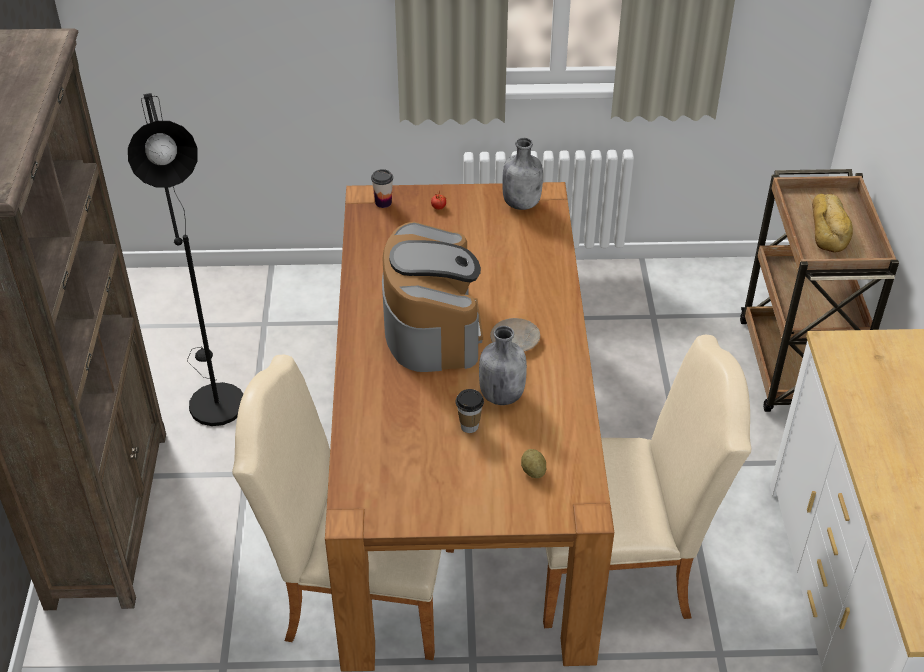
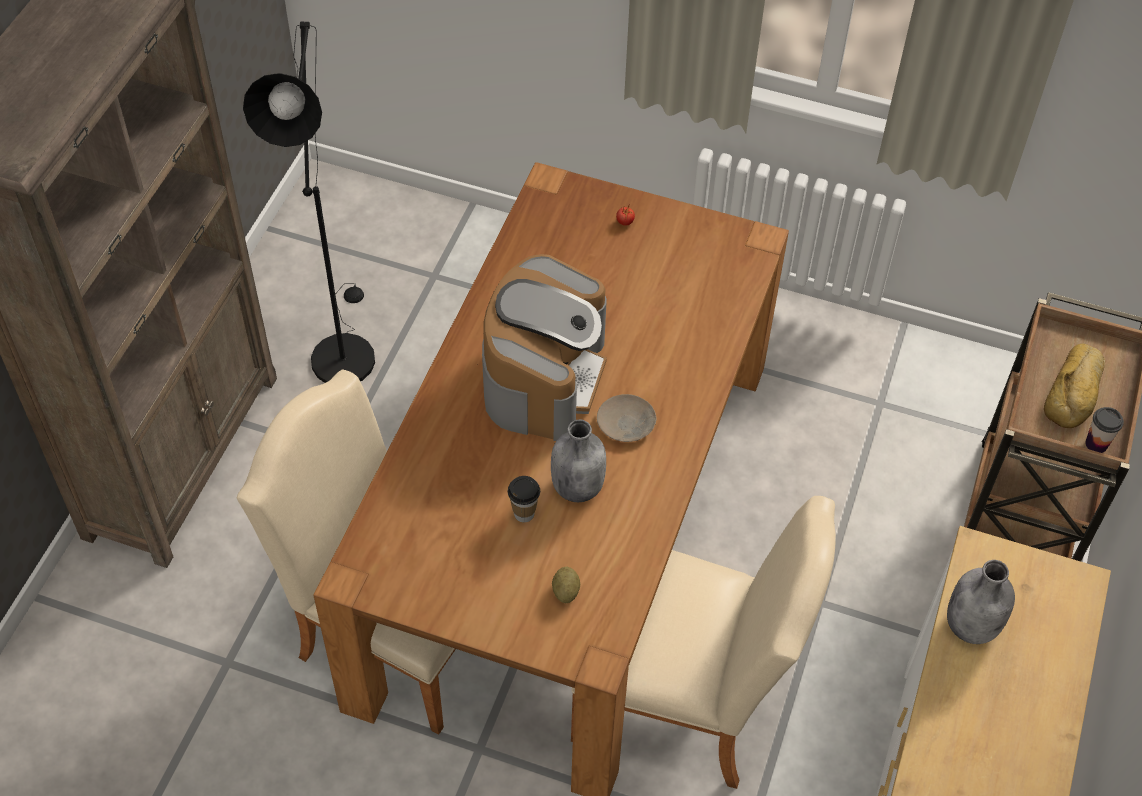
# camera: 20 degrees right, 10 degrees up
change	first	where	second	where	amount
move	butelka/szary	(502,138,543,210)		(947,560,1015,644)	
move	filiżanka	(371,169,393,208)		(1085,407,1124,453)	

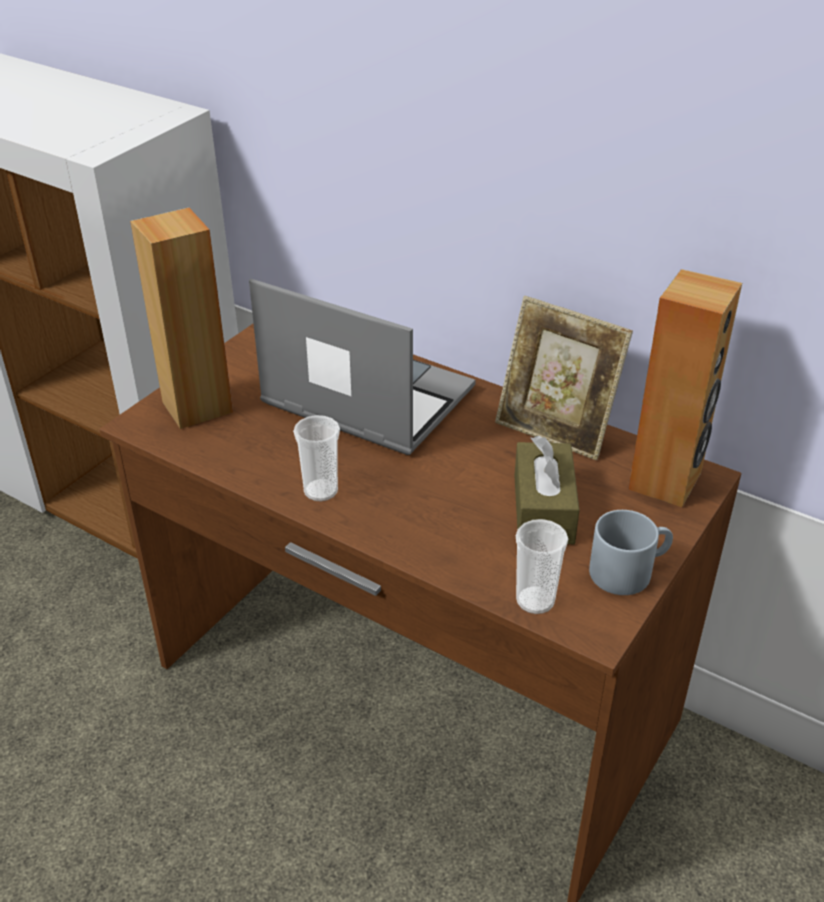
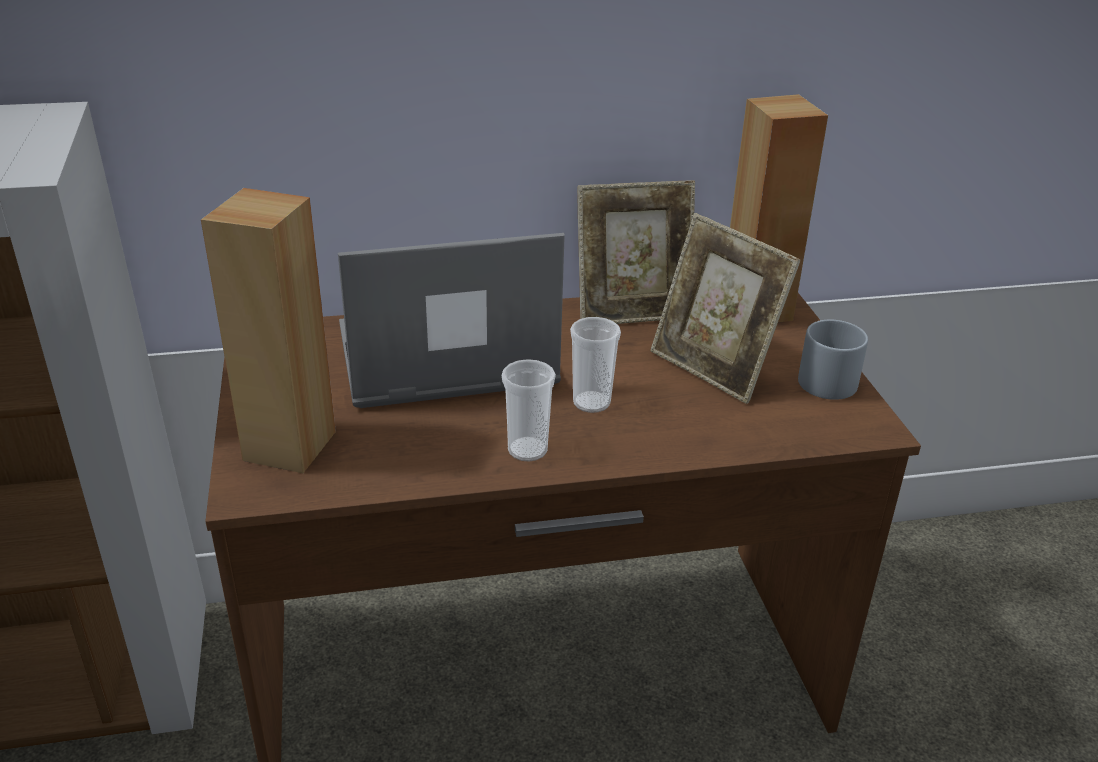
# camera: 45 degrees left, 5 degrees down
change	first	where	second	where	amount
replace	pudełko chusteczek/brązowy	(514,436,580,544)	ramka na zdjęcie	(650,213,801,404)	
move	filiżanka	(516,519,568,614)		(570,317,621,413)	

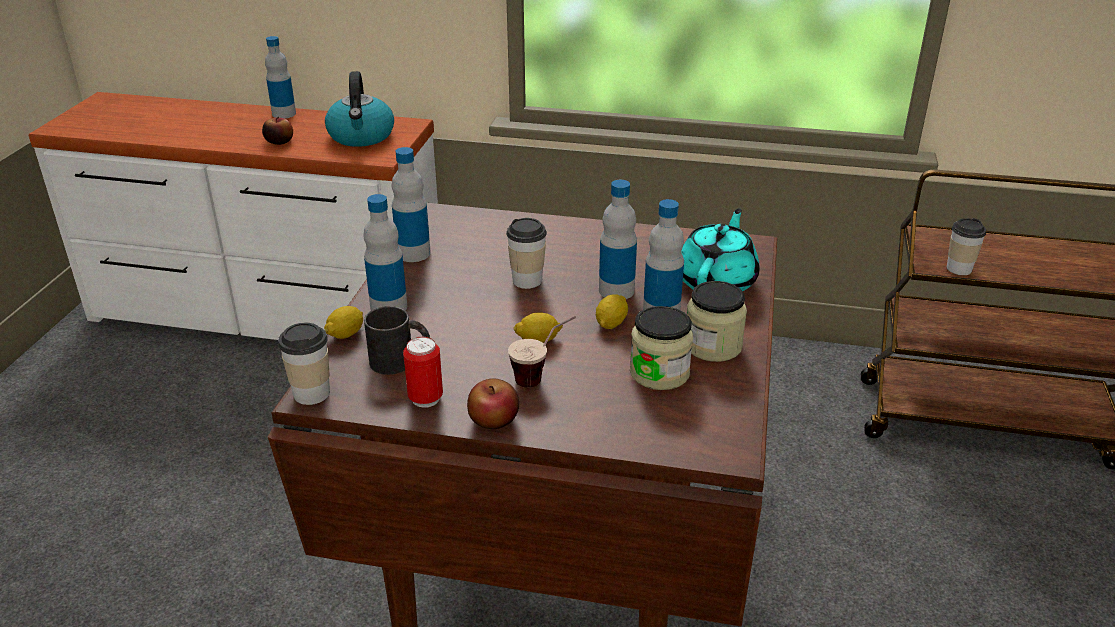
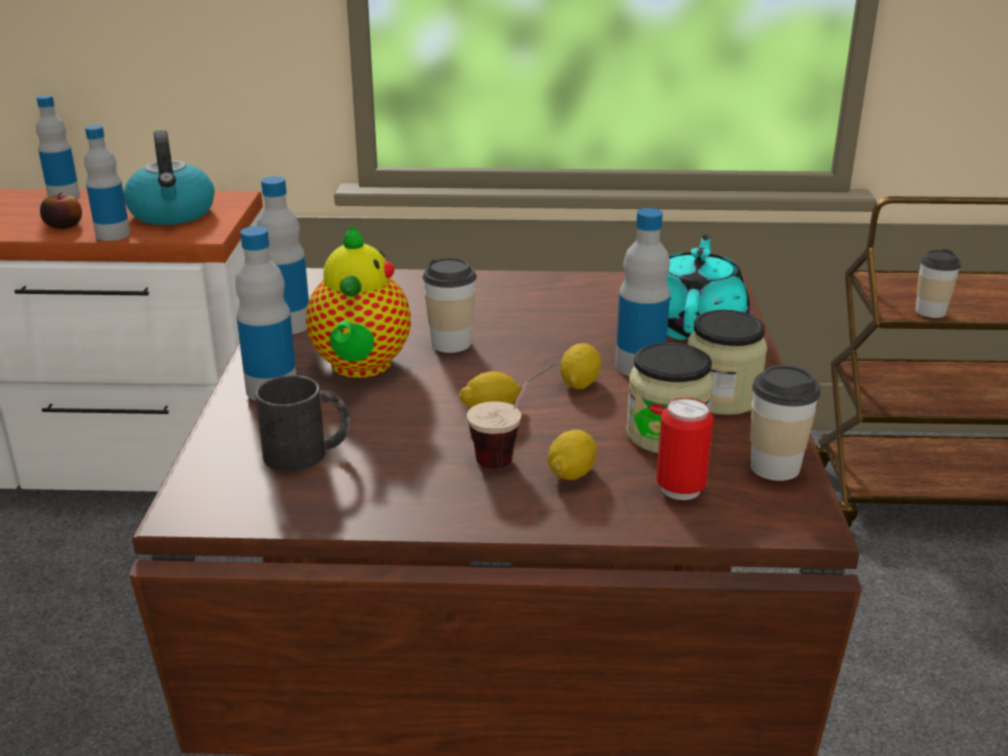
# camera: 10 degrees left, 5 degrees down
change	first	where	second	where	amount
move	butelka	(599,180,637,299)		(84,125,130,241)	
move	cytryna	(324,306,363,339)		(548,430,597,480)	
move	filiżanka	(278,323,330,405)		(750,365,820,481)	
move	puszka	(403,337,443,408)		(656,398,713,500)	
delete	jabłko	(467,378,519,429)			
insert			imbryk	(306,225,411,378)	

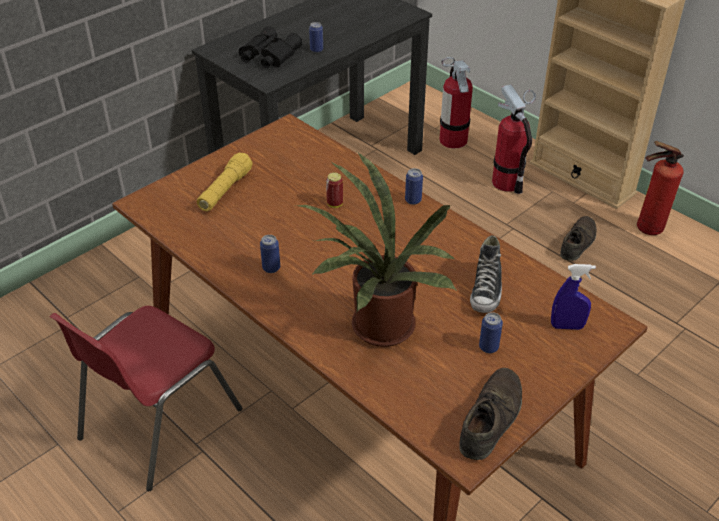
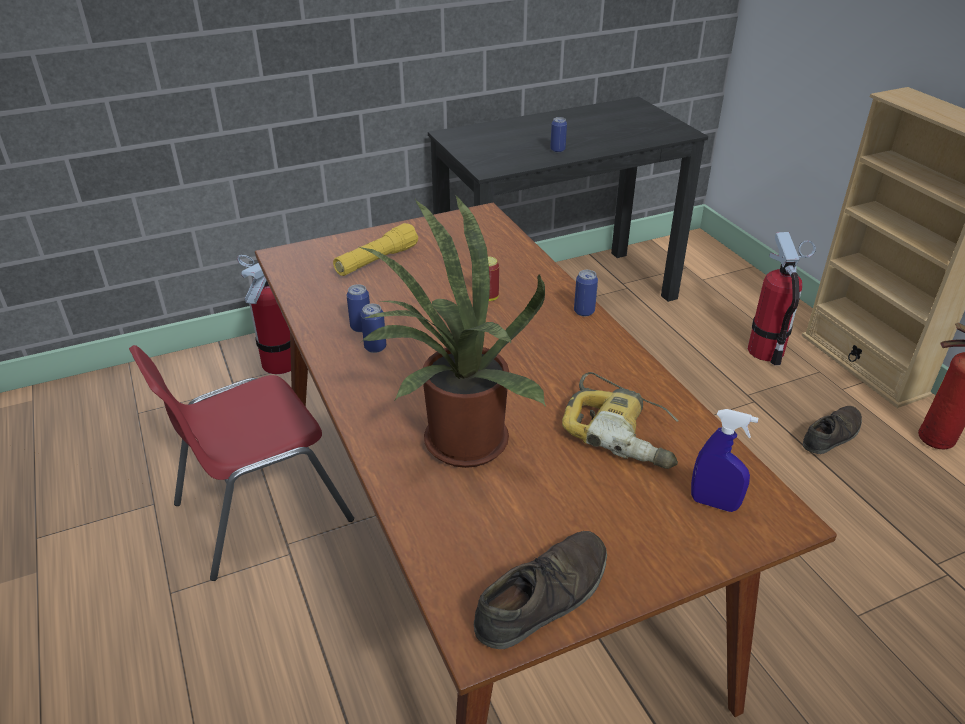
# camera: 20 degrees right, 5 degrees down
change	first	where	second	where	amount
delete	lornetka/czarny	(239,26,302,68)			
move	gaśnica	(439,57,473,149)		(237,255,291,374)	
replace	but	(470,235,502,313)	wiertarka	(562,372,679,469)	
move	puszka	(479,312,503,353)		(347,284,370,332)	

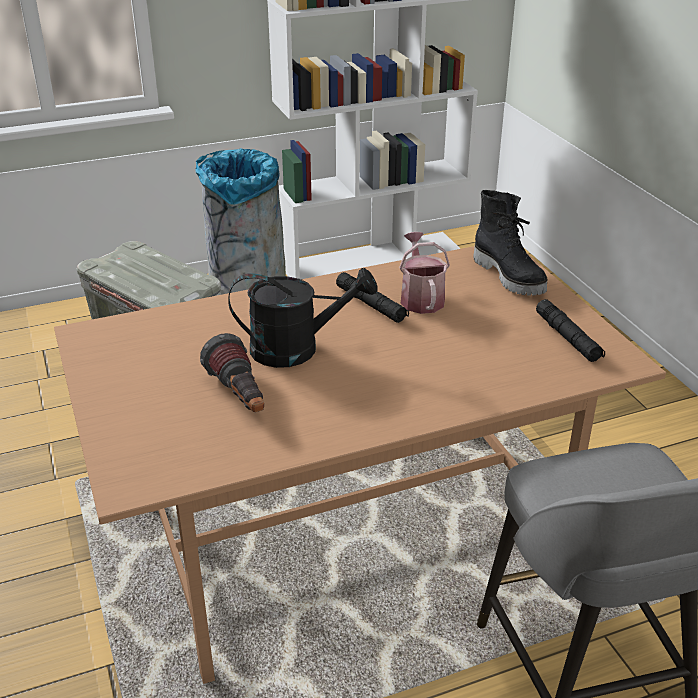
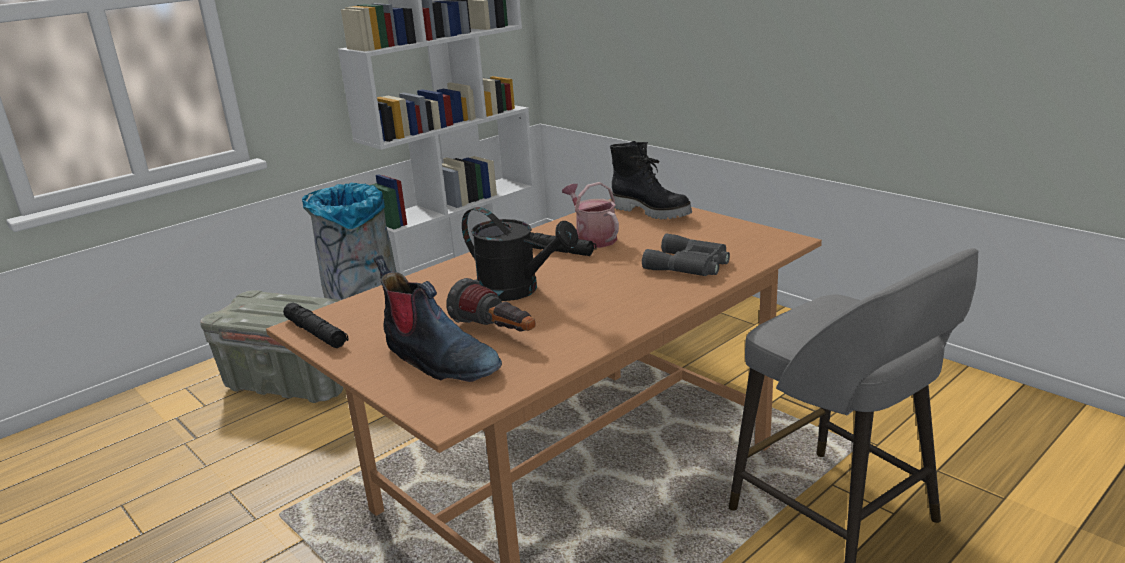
# camera: 20 degrees left, 10 degrees down
change	first	where	second	where	amount
rotate	konewka/czarny	(228,268,377,368)		(462,207,579,301)	60 degrees clockwise
move	latarka/czarny	(536,299,605,362)		(283,302,349,348)	
insert			lornetka/szary	(642,234,730,276)	
insert			but z cholewką	(373,255,502,382)	

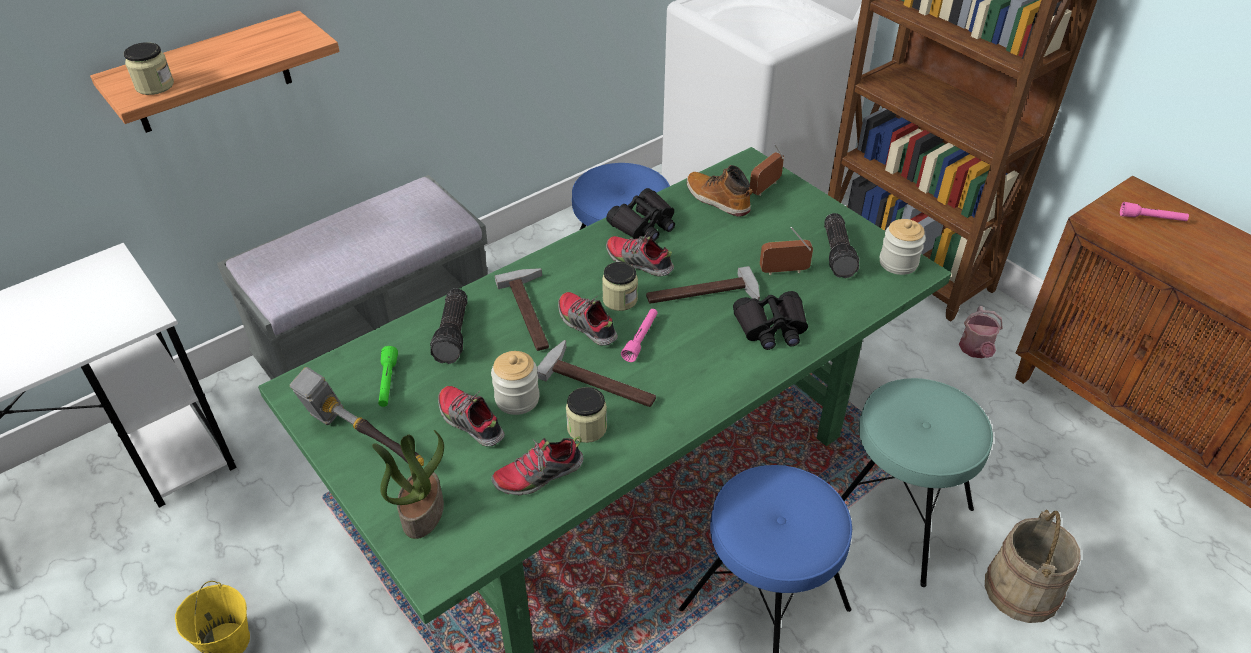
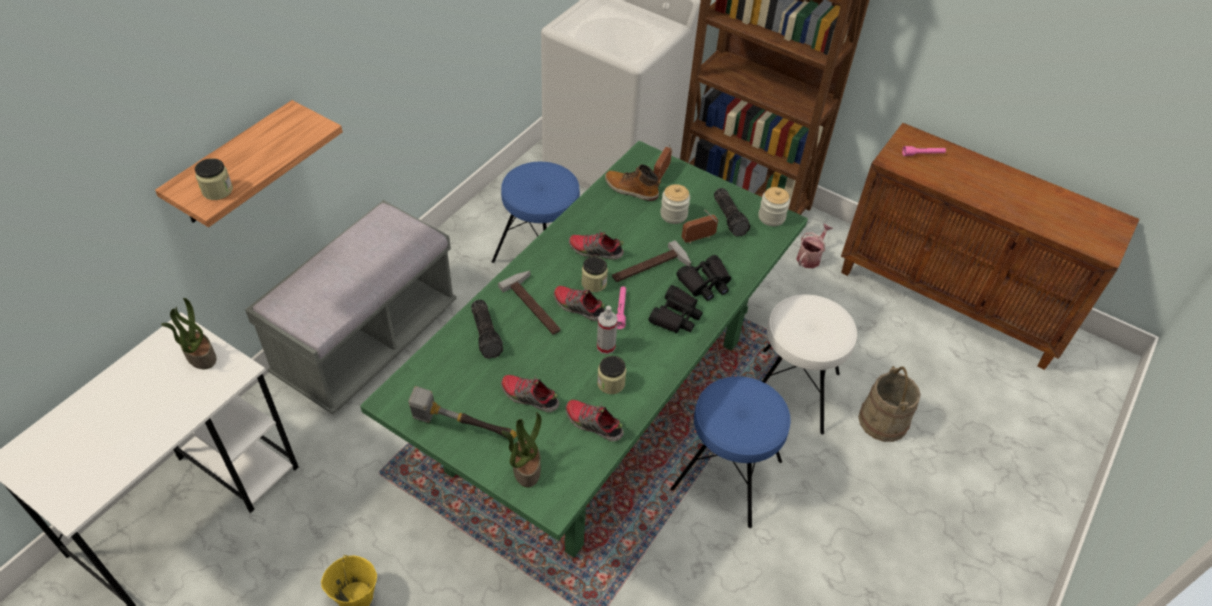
# camera: 20 degrees left, 5 degrees up
change	first	where	second	where	amount
move	lornetka/czarny	(606,188,675,241)		(648,285,703,333)	
rotate	konewka	(959,306,1003,358)		(796,223,833,268)	135 degrees counterclockwise
replace	młotek	(537,340,656,407)	spryskiwacz	(597,306,618,354)	
delete	latarka/zielony	(378,346,398,407)			
move	słoik	(491,351,540,415)		(660,184,690,224)	
recolor	stołek/turkusowy	(841,378,993,587)	stołek/biały	(762,295,857,435)	
rotate	but	(491,436,583,495)		(565,400,624,441)	75 degrees clockwise
insert			roślina doniczkowa	(161,298,216,369)	

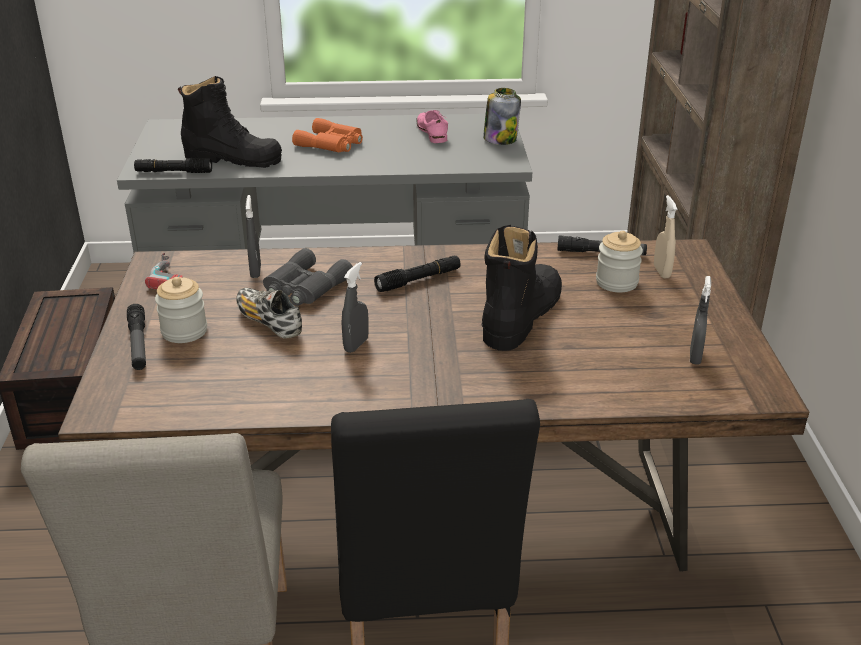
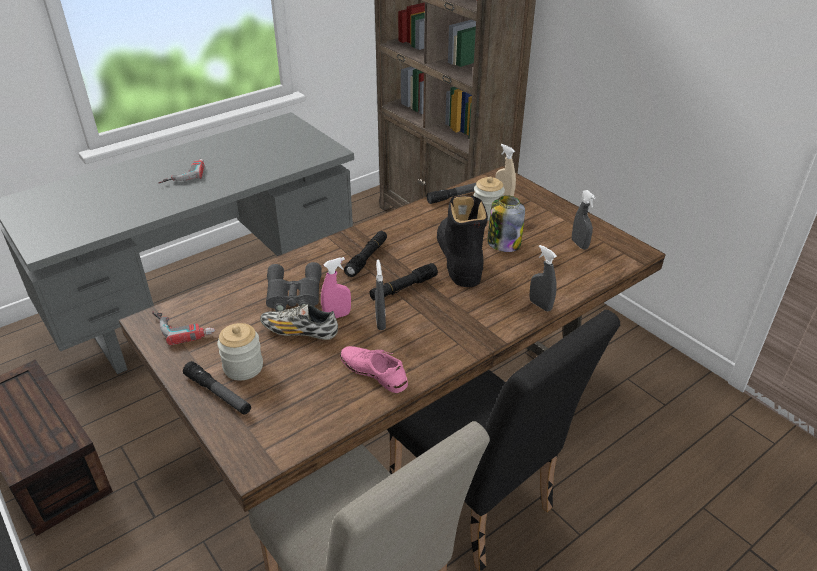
# camera: 35 degrees left, 5 degrees up
change	first	where	second	where	amount
delete	but z cholewką/czarny	(178,76,282,168)			
move	słoik	(483,88,521,145)		(487,195,525,252)	
move	but/różowy	(416,110,448,143)		(340,346,408,393)	
replace	lornetka/pomarańczowy	(292,118,363,152)	wiertarka	(158,159,204,183)	
move	latarka/czarny	(134,158,212,173)		(369,263,438,301)	
move	spryskiwacz/szary	(246,195,261,278)		(530,245,557,311)	
insert			spryskiwacz/różowy	(321,257,351,318)	

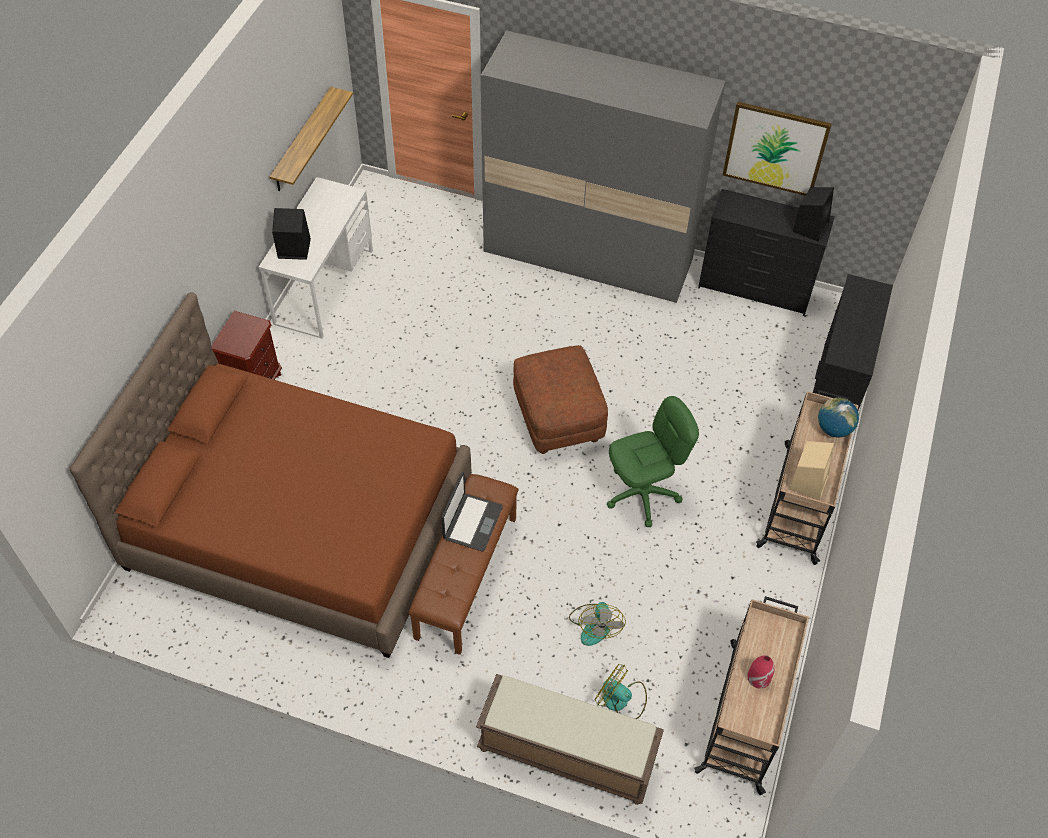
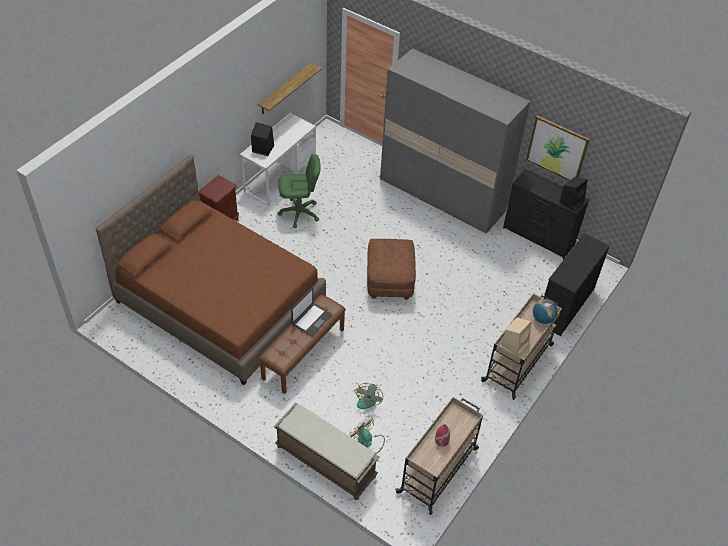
# camera: 15 degrees right, 5 degrees down
change	first	where	second	where	amount
move	krzesło biurowe/zielony	(607,396,699,527)		(278,154,321,228)	

